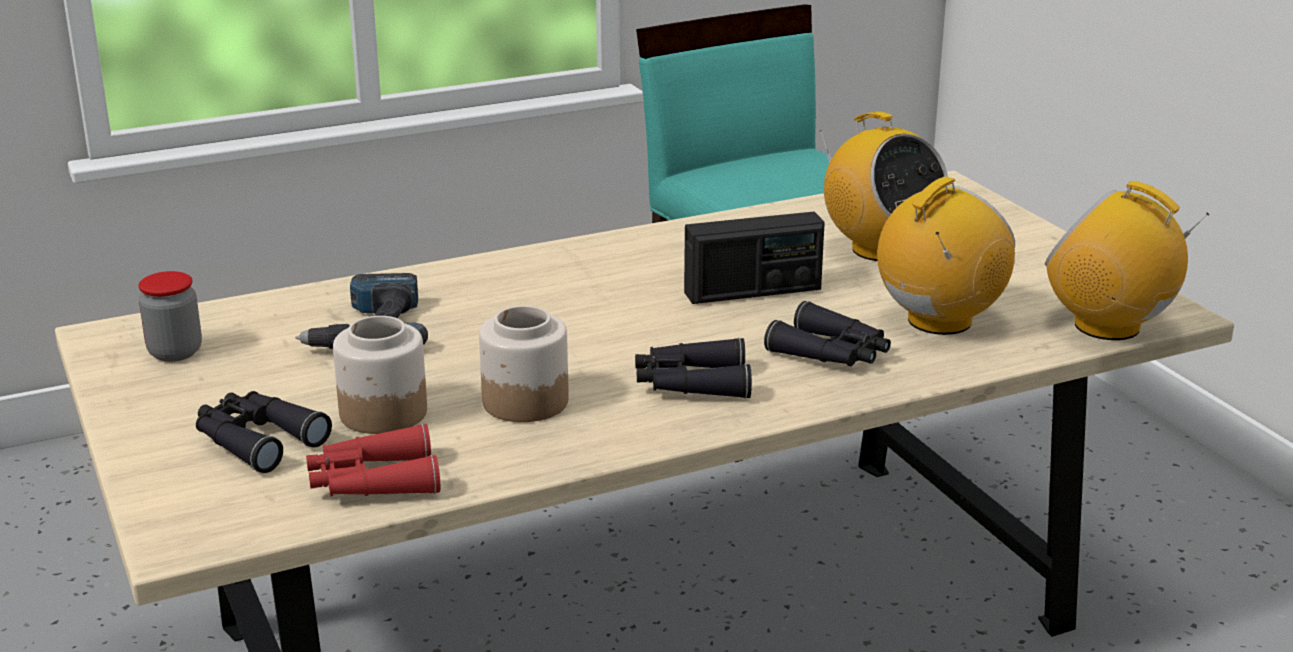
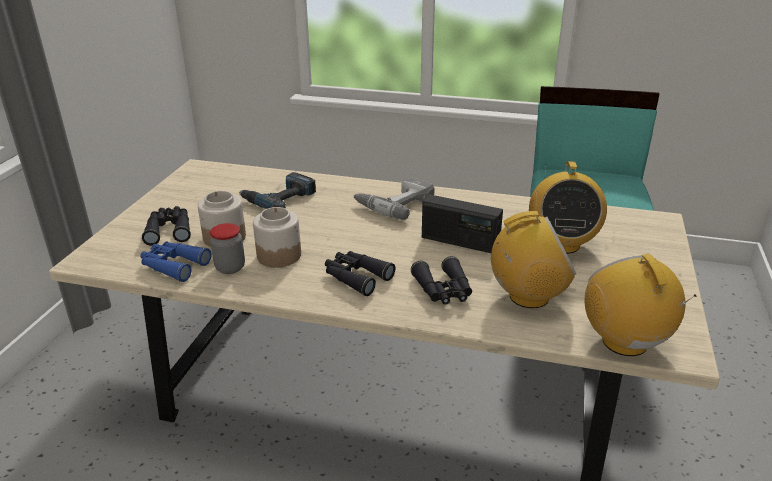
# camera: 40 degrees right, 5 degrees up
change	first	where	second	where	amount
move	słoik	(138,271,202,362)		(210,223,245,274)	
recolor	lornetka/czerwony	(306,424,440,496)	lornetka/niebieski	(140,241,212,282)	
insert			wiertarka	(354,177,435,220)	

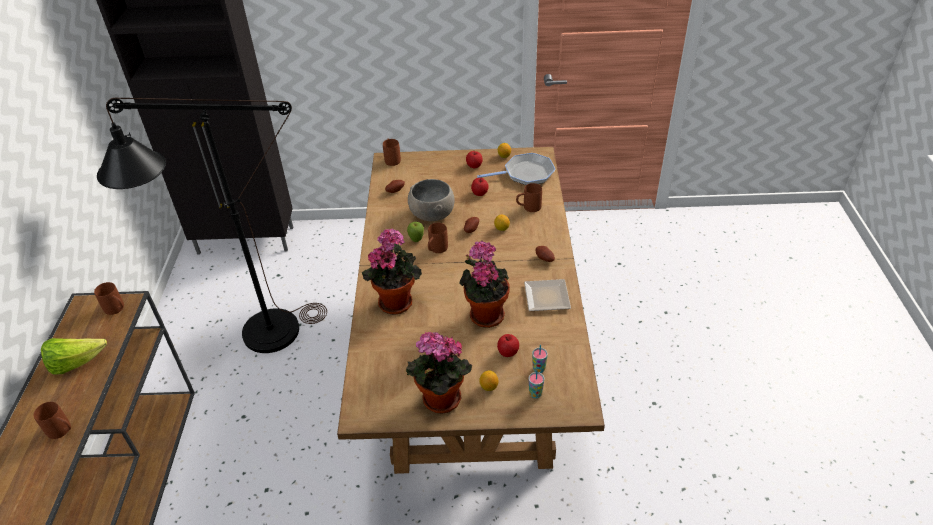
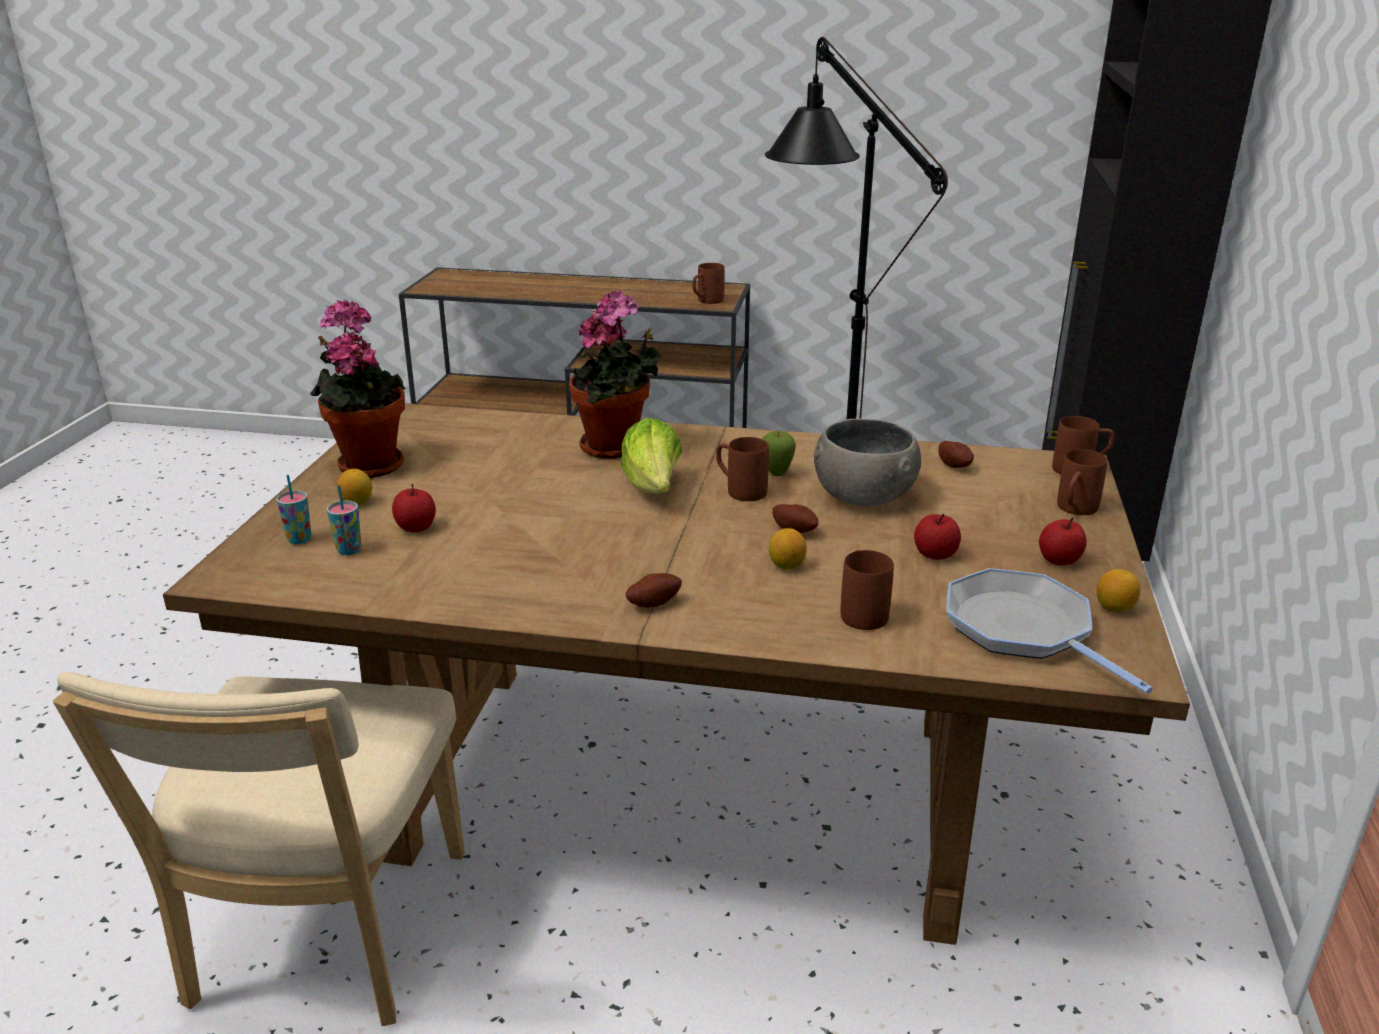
# camera: 100 degrees right, 15 degrees down
change	first	where	second	where	amount
rotate	patelnia	(477,153,555,185)		(947,568,1153,694)	150 degrees clockwise
delete	roślina doniczkowa	(460,241,510,328)			
delete	talerz	(524,279,571,311)			
move	sałata	(41,338,107,375)		(620,418,682,493)	
move	kubek/brązowy	(34,402,71,439)		(1057,449,1108,515)	
insert			krzesło/beżowy	(53,672,465,1026)	

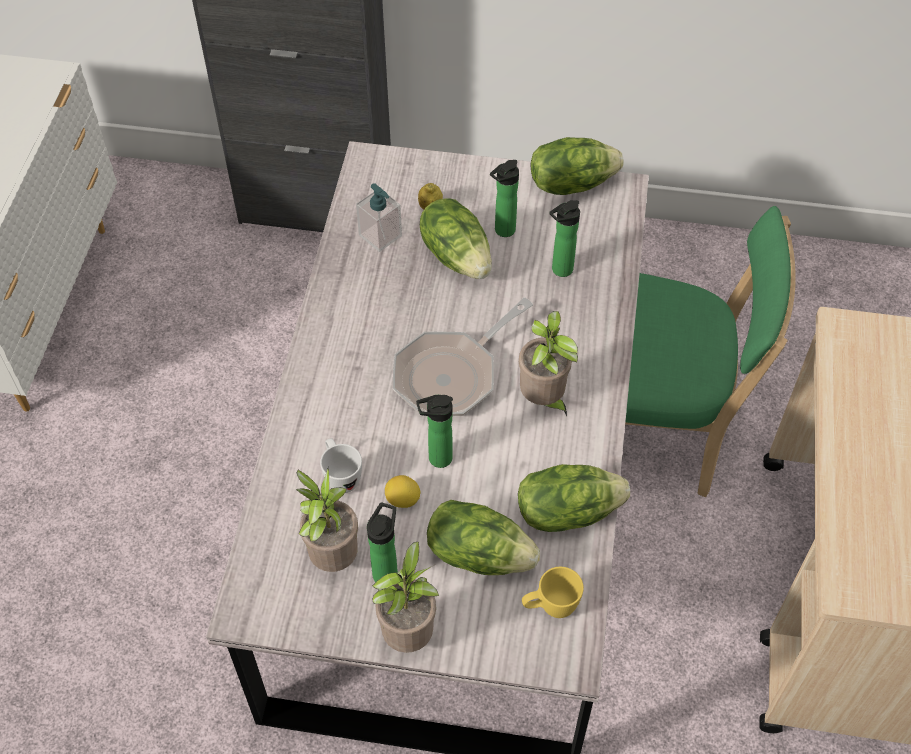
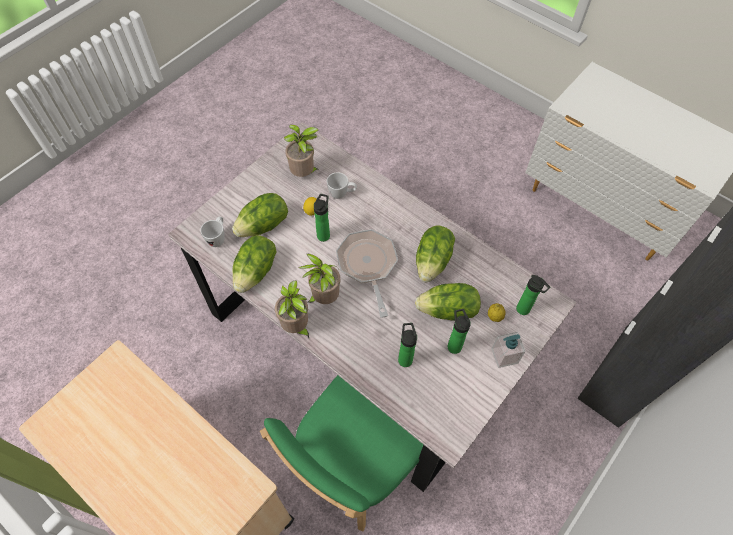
# camera: 120 degrees right, 5 degrees up
change	first	where	second	where	amount
move	sałata	(531,137,624,195)		(416,225,455,282)	
move	dozownik mydła	(356,183,402,252)		(492,332,526,368)	
move	butelka	(367,503,398,582)		(516,275,550,315)	
move	roślina doniczkowa	(372,542,439,653)		(275,280,309,338)	
recolor	kubek/żółty	(522,567,584,618)	kubek/biały	(200,217,225,247)	

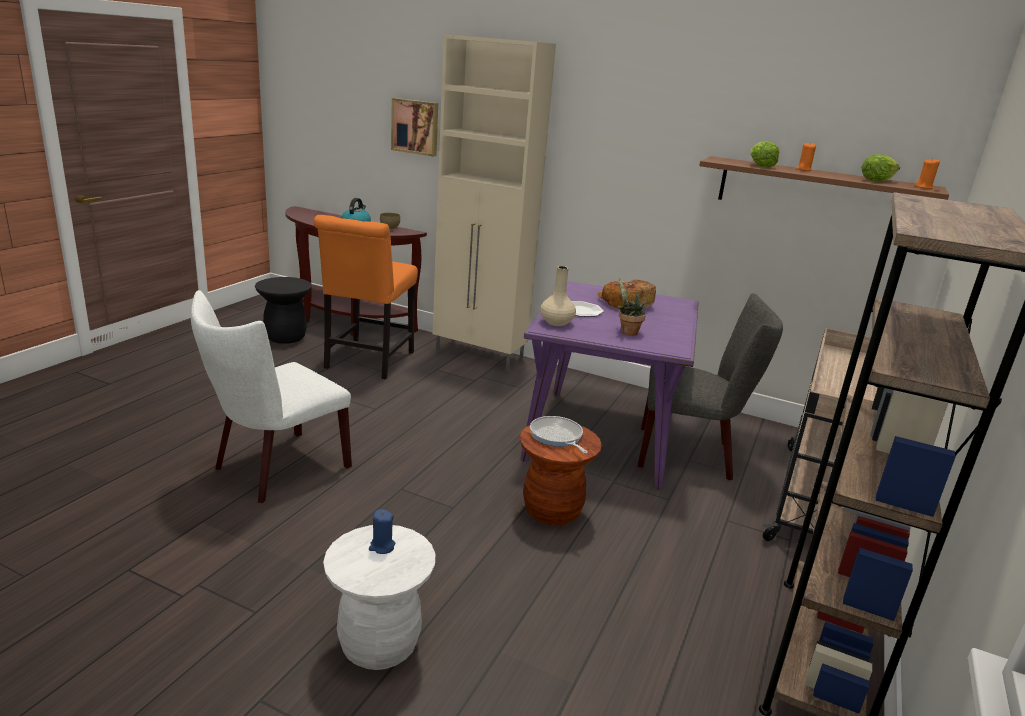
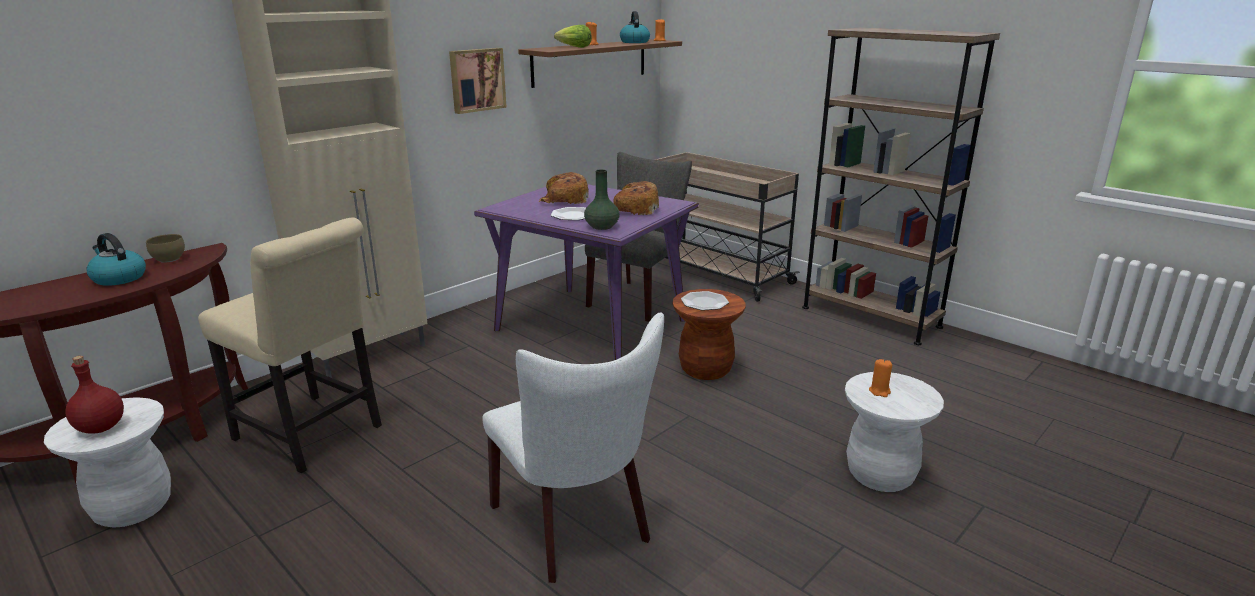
# camera: 70 degrees left, 0 degrees up
change	first	where	second	where	amount
move	obraz	(391,98,438,157)		(449,48,506,114)	
replace	sałata	(861,154,900,181)	czajnik	(620,11,650,43)	
recolor	krzesło/pomarańczowy	(314,215,418,379)	krzesło/beżowy	(198,217,382,473)	
recolor	wazon/beżowy	(540,266,576,326)	wazon/zielony	(584,169,620,230)	
recolor	stołek/czarny	(255,277,312,344)	stołek/biały	(44,397,171,528)	
replace	roślina doniczkowa	(617,278,646,336)	chleb	(613,181,659,215)	
replace	patelnia	(530,416,588,454)	talerz	(681,291,729,310)	
recolor	świeca/niebieski	(369,509,395,554)	świeca/pomarańczowy	(869,359,892,397)	
insert			butelka/czerwony	(66,356,124,434)	

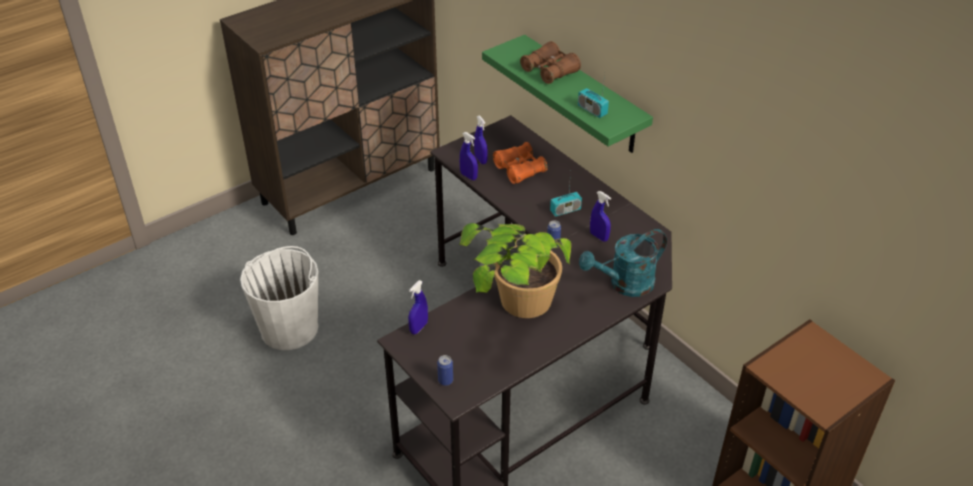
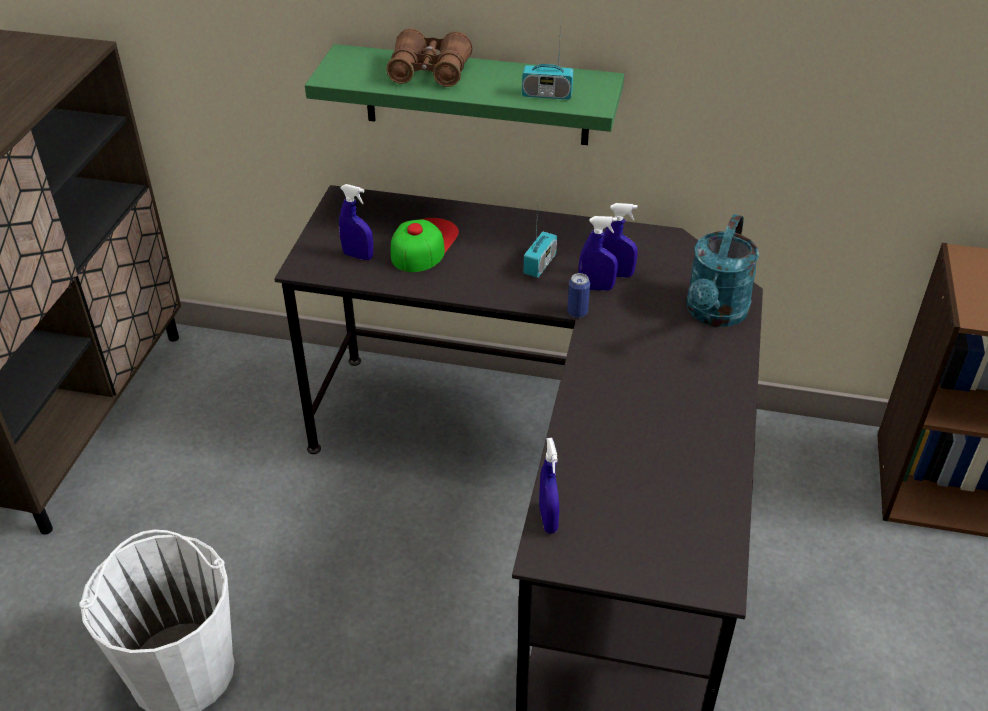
# camera: 40 degrees left, 0 degrees up
change	first	where	second	where	amount
move	spryskiwacz/niebieski	(460,132,478,180)		(579,216,618,291)	
replace	lornetka/pomarańczowy	(493,142,548,184)	czapka z daszkiem	(391,218,459,272)	
delete	roślina doniczkowa	(459,223,571,318)			
delete	puszka	(437,355,453,386)			

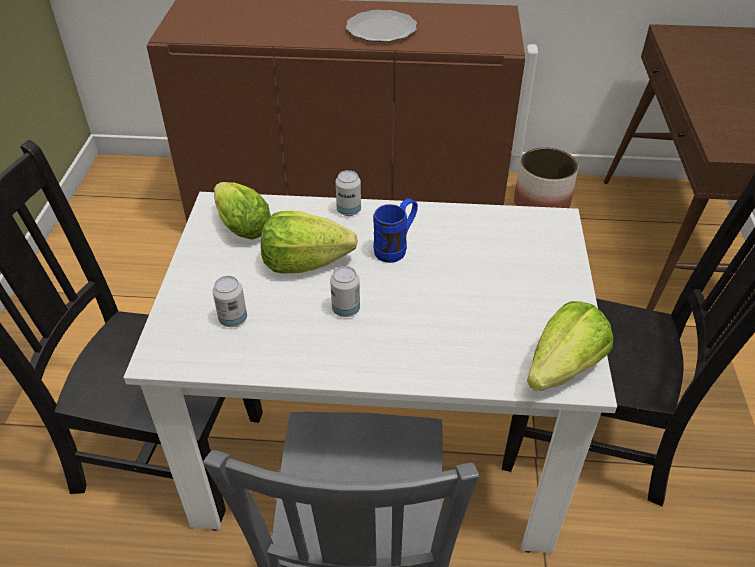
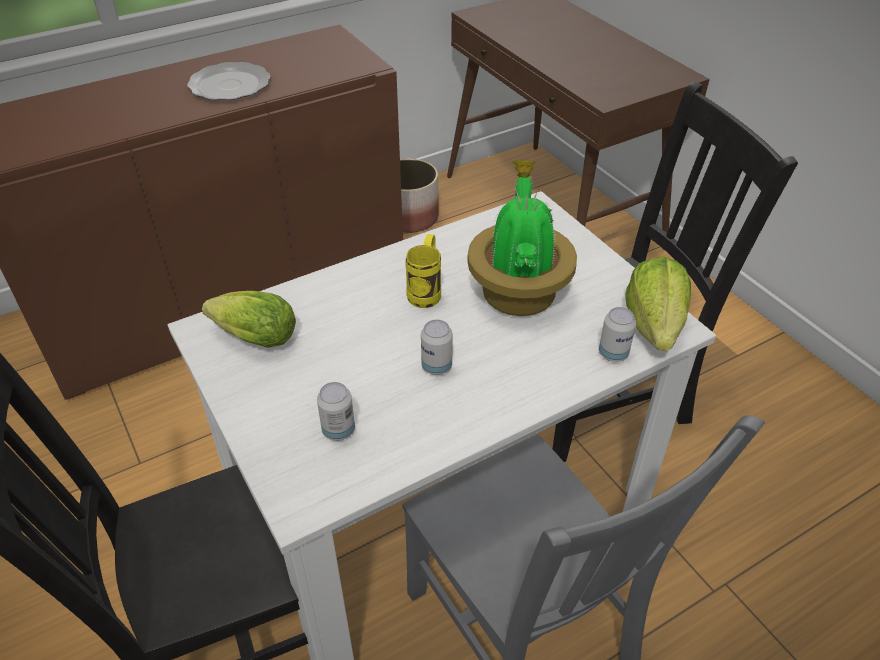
# camera: 35 degrees left, 0 degrees up
change	first	where	second	where	amount
move	puszka	(336,170,361,216)		(599,307,636,362)	
recolor	kubek/niebieski	(373,199,418,263)	kubek/żółty	(405,234,441,308)	
delete	sałata	(261,211,358,273)			
insert			roślina doniczkowa	(467,160,577,316)	

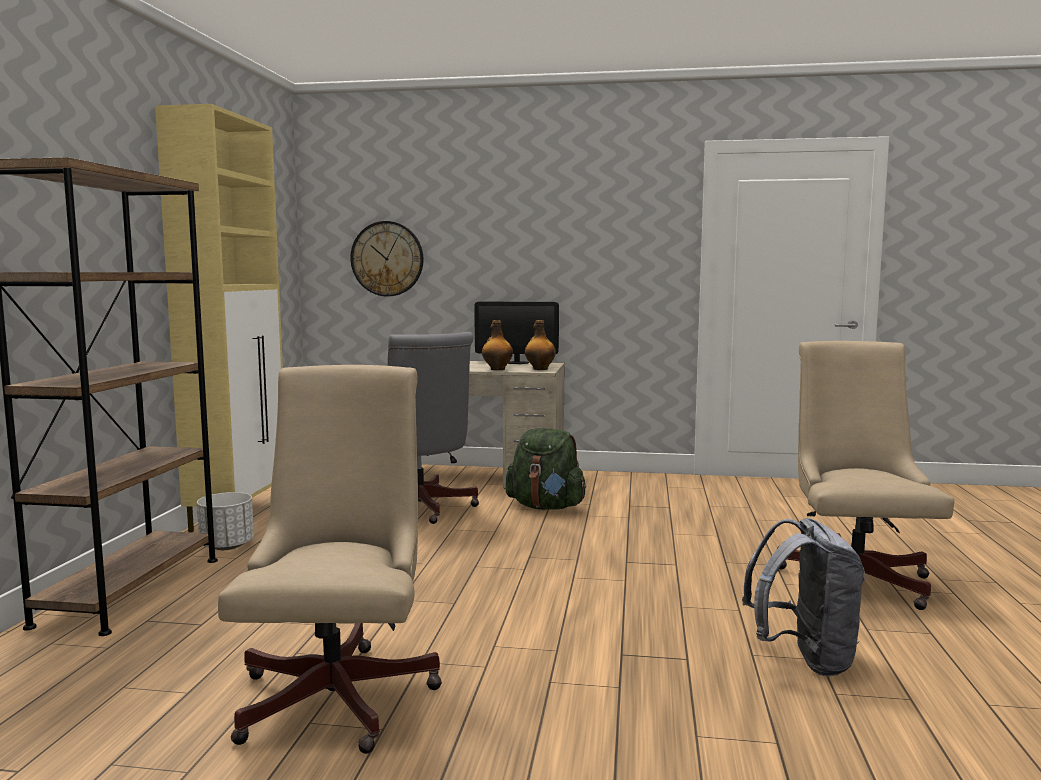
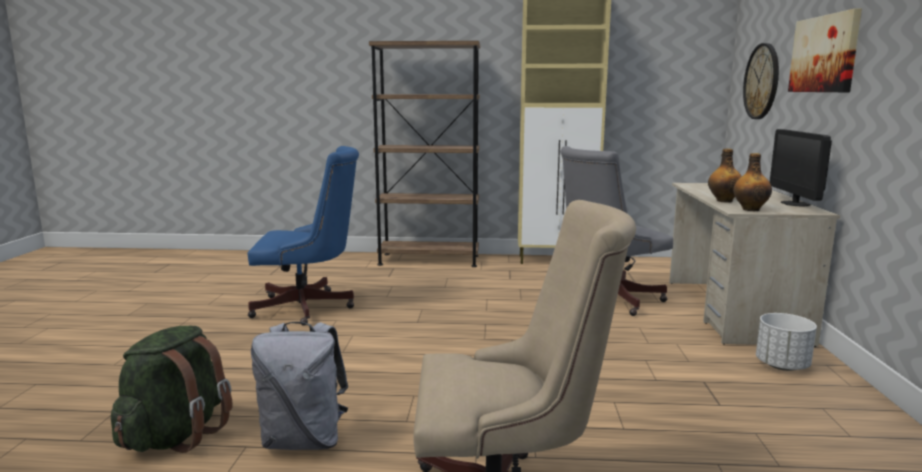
# camera: 85 degrees right, 5 degrees up
change	first	where	second	where	amount
recolor	krzesło biurowe/beżowy	(218,365,442,754)	krzesło biurowe/niebieski	(248,146,359,326)	
move	plecak/zielony	(506,428,586,510)		(111,326,233,453)	
move	donica/biały	(197,492,254,550)		(756,313,817,371)	
insert			obraz	(788,8,862,92)	

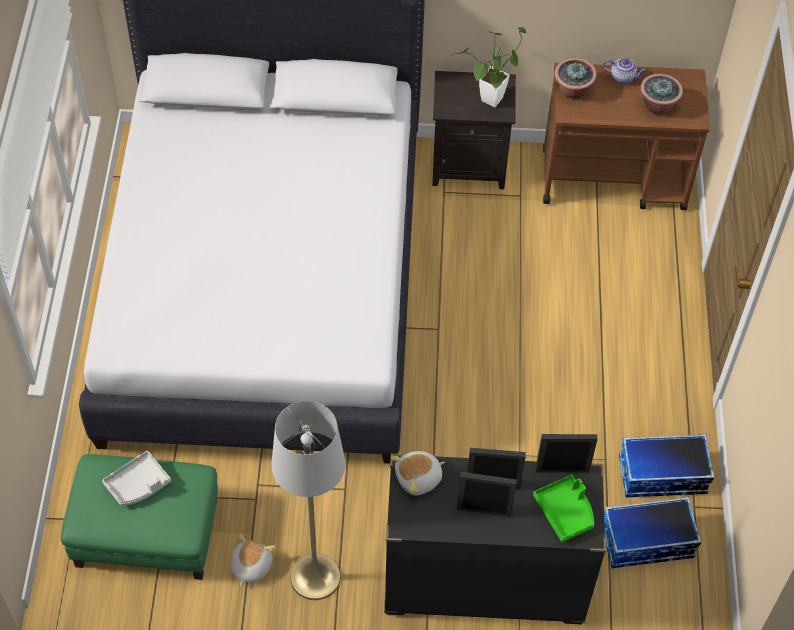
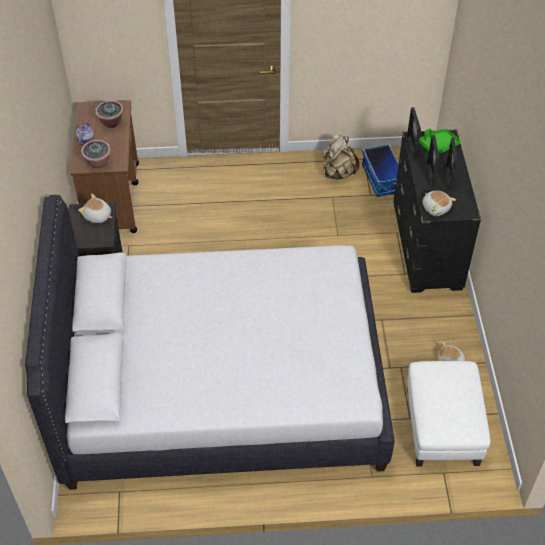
# camera: 95 degrees left, 5 degrees down
change	first	where	second	where	amount
replace	roślina doniczkowa	(450,27,527,107)	pluszak	(78,194,112,223)	
delete	lampa stojąca/szary	(271,401,345,600)			
replace	pojemnik do przechowywania	(619,434,715,497)	plecak/beżowy	(323,135,360,179)	
delete	taca/szary	(102,451,171,506)			
recolor	pufa/zielony	(61,454,218,580)	pufa/biały	(407,361,490,467)	

